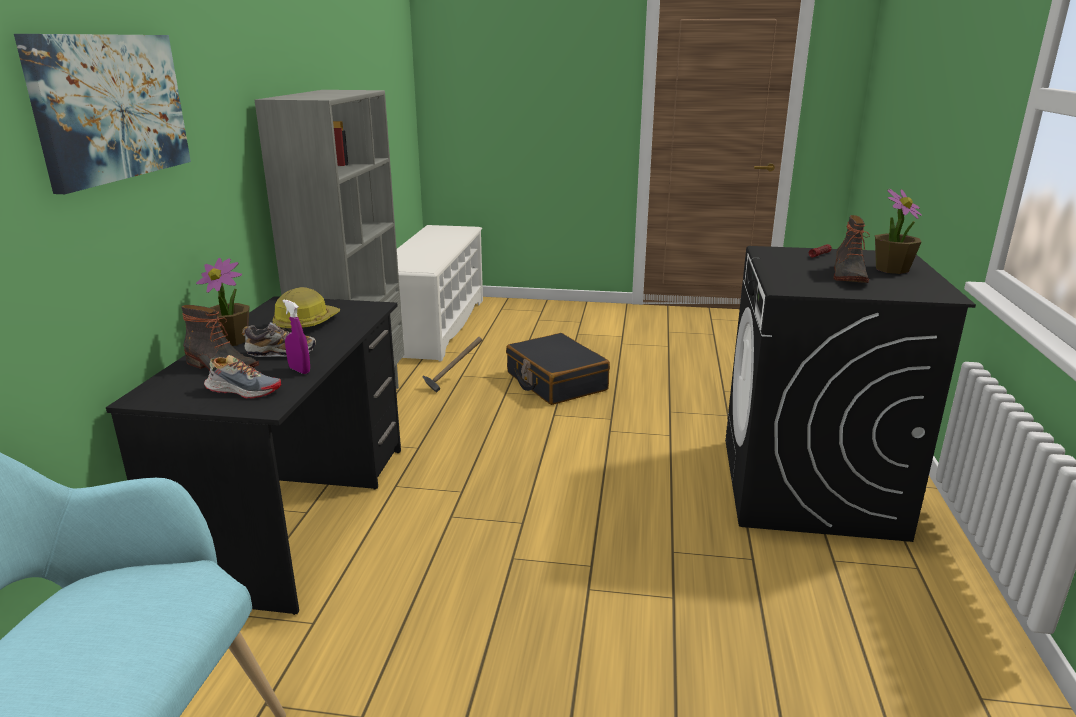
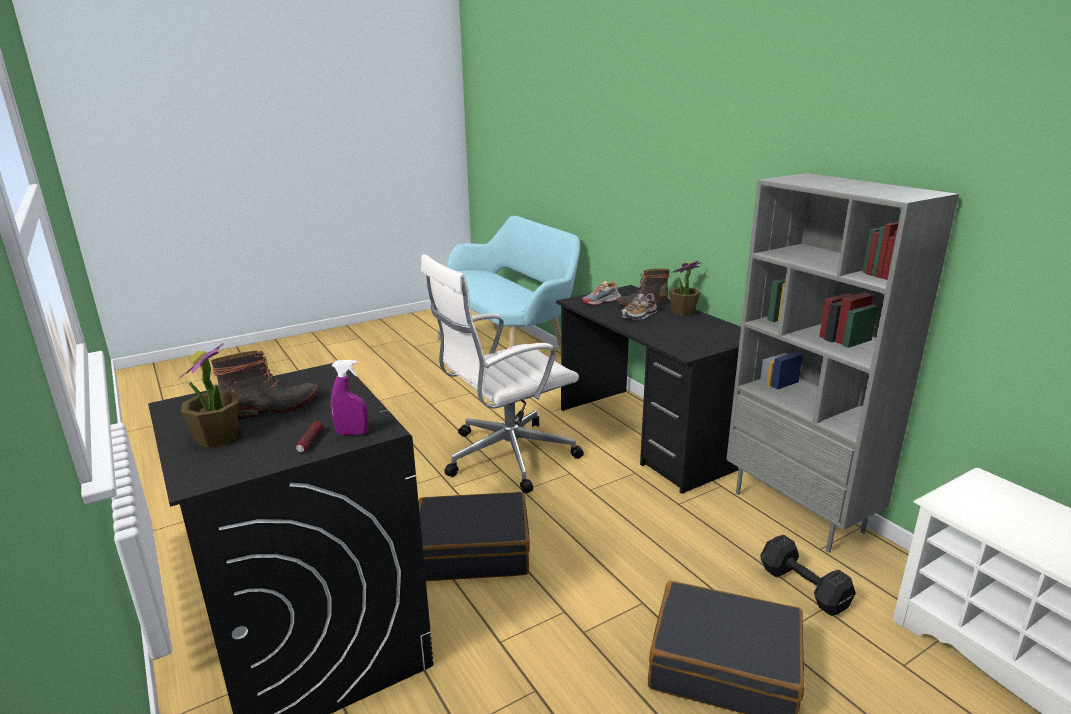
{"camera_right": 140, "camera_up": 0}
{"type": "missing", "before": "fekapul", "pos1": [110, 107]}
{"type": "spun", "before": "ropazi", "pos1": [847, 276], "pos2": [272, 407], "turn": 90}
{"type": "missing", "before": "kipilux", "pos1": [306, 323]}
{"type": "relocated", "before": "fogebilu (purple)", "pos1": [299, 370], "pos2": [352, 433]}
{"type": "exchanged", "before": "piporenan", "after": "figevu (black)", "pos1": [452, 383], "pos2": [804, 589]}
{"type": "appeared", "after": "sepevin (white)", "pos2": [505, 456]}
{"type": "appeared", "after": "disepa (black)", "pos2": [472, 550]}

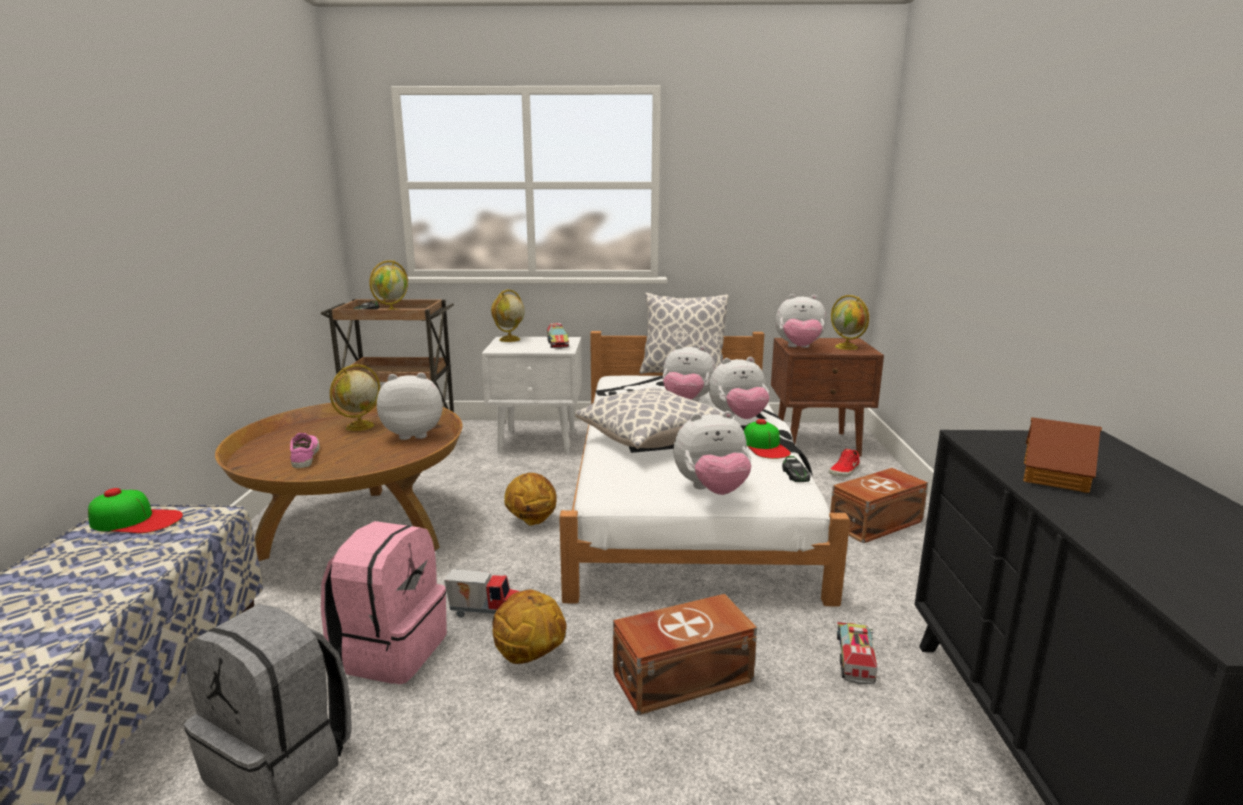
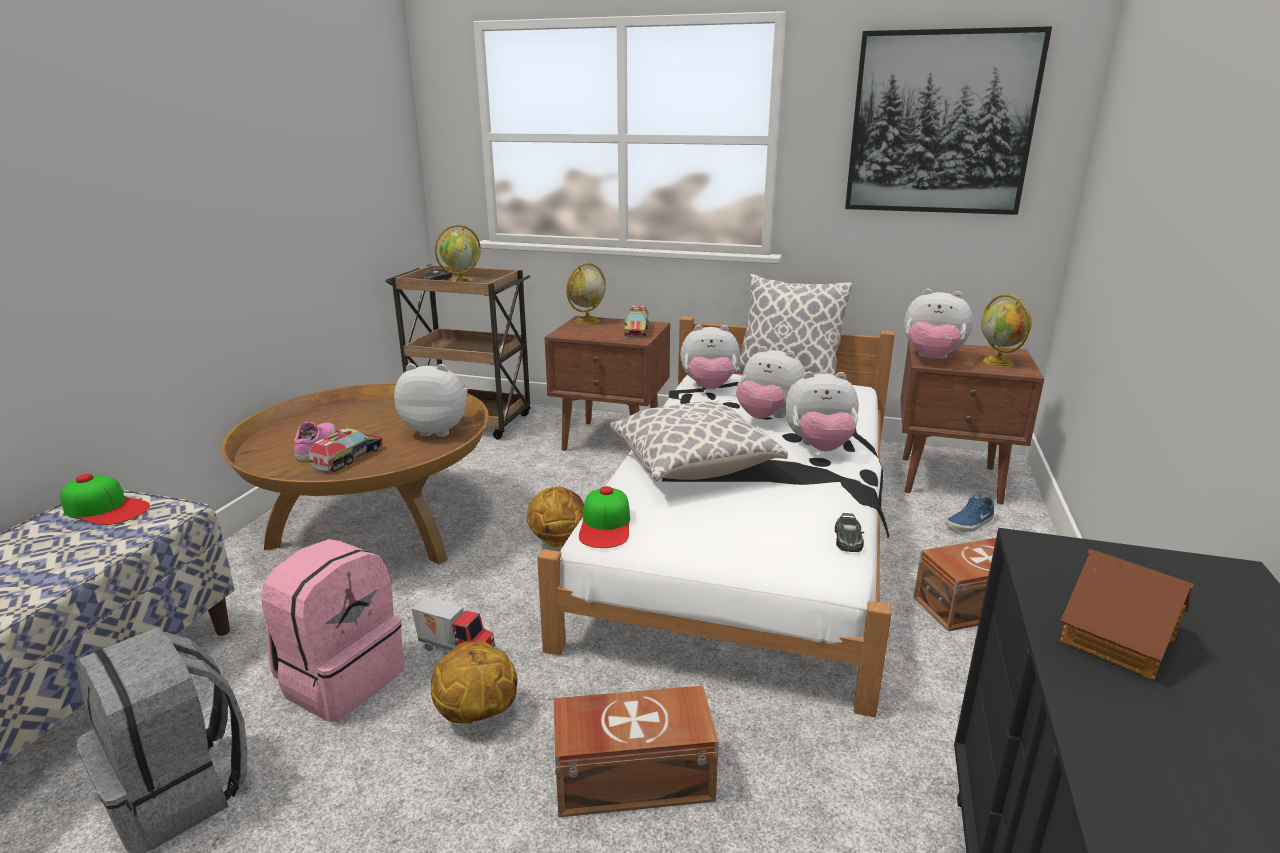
{"camera_right": 15, "camera_up": 5}
{"type": "colour", "before": "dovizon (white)", "after": "dovizon (brown)", "pos1": [538, 442], "pos2": [612, 440]}
{"type": "missing", "before": "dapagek", "pos1": [359, 426]}
{"type": "relocated", "before": "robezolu", "pos1": [712, 490], "pos2": [709, 388]}
{"type": "relocated", "before": "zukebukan", "pos1": [765, 446], "pos2": [605, 525]}
{"type": "colour", "before": "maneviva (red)", "after": "maneviva (blue)", "pos1": [845, 471], "pos2": [970, 523]}
{"type": "relocated", "before": "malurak", "pos1": [854, 658], "pos2": [348, 458]}
{"type": "appeared", "after": "fekapul", "pos2": [940, 124]}

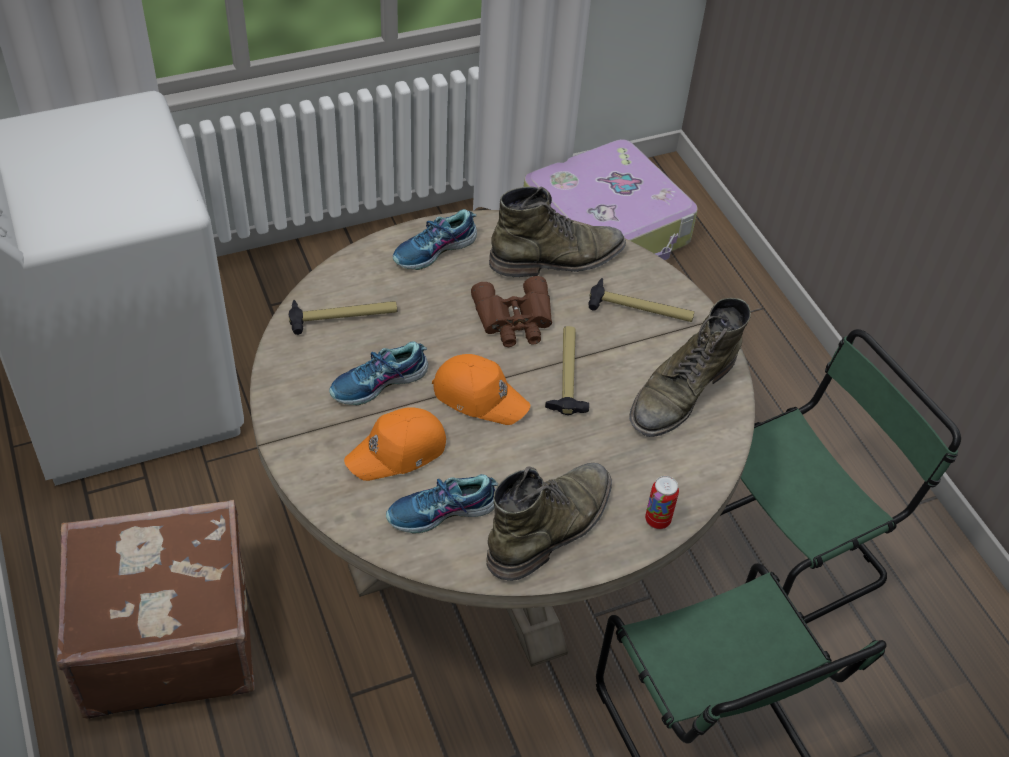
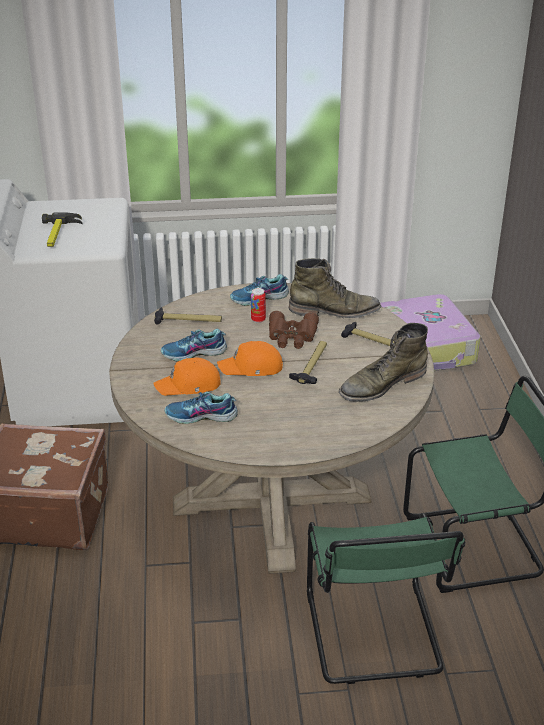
{"camera_right": 20, "camera_up": -15}
{"type": "spun", "before": "zukebukan (orange)", "pos1": [479, 396], "pos2": [252, 368], "turn": 135}
{"type": "missing", "before": "ropazi (green)", "pos1": [551, 526]}
{"type": "relocated", "before": "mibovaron", "pos1": [657, 520], "pos2": [258, 320]}
{"type": "appeared", "after": "piporenan", "pos2": [59, 234]}

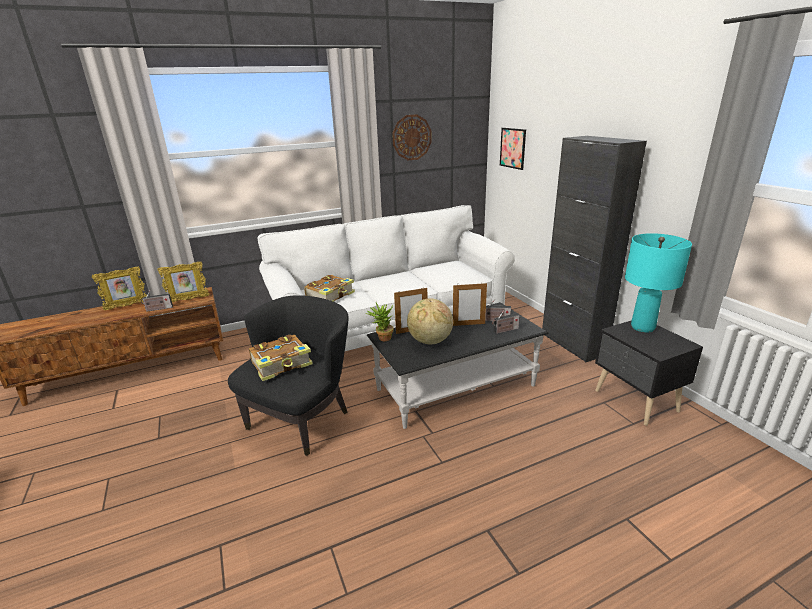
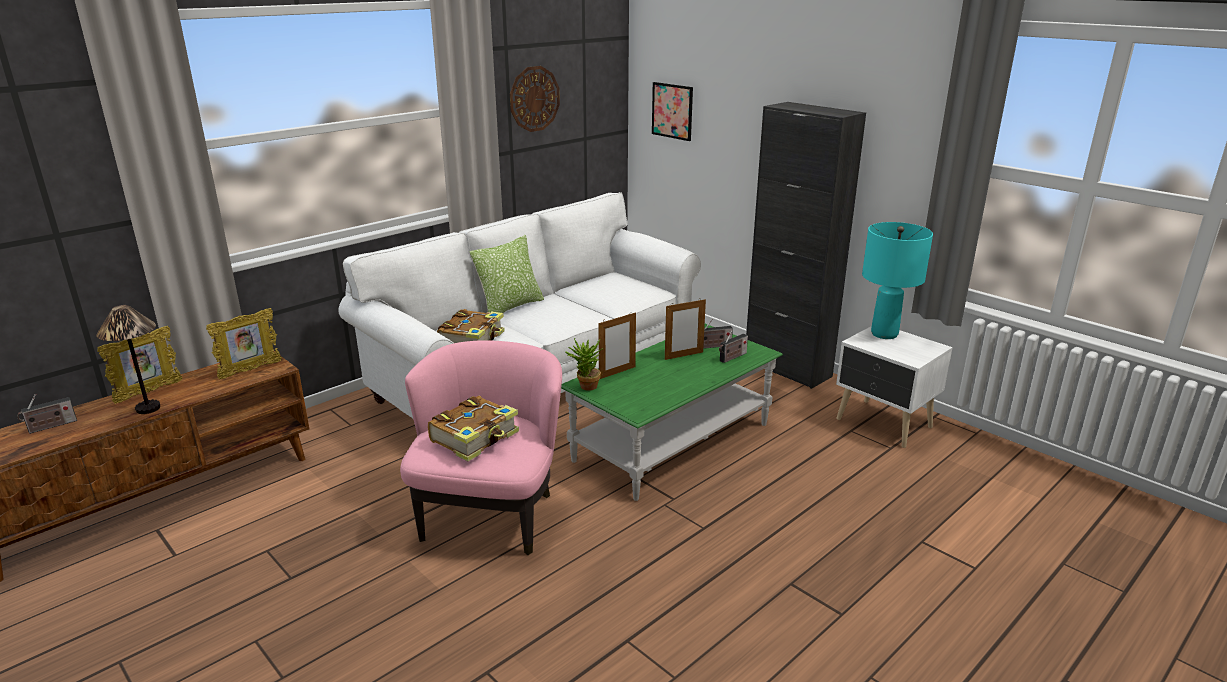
{"camera_right": -20, "camera_up": 0}
{"type": "relocated", "before": "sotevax", "pos1": [158, 309], "pos2": [50, 426]}
{"type": "colour", "before": "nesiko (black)", "after": "nesiko (pink)", "pos1": [302, 419], "pos2": [491, 514]}
{"type": "missing", "before": "dapagek", "pos1": [429, 341]}
{"type": "colour", "before": "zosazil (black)", "after": "zosazil (green)", "pos1": [456, 387], "pos2": [672, 442]}
{"type": "colour", "before": "dovizon (black)", "after": "dovizon (white)", "pos1": [635, 402], "pos2": [884, 424]}
{"type": "appeared", "after": "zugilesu", "pos2": [510, 307]}
{"type": "appeared", "after": "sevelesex", "pos2": [147, 408]}

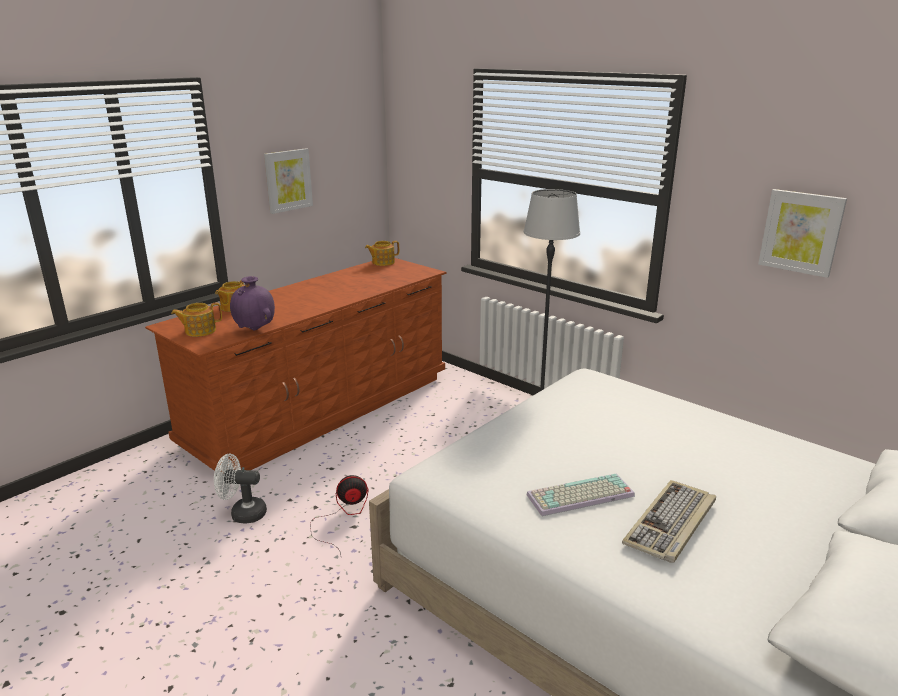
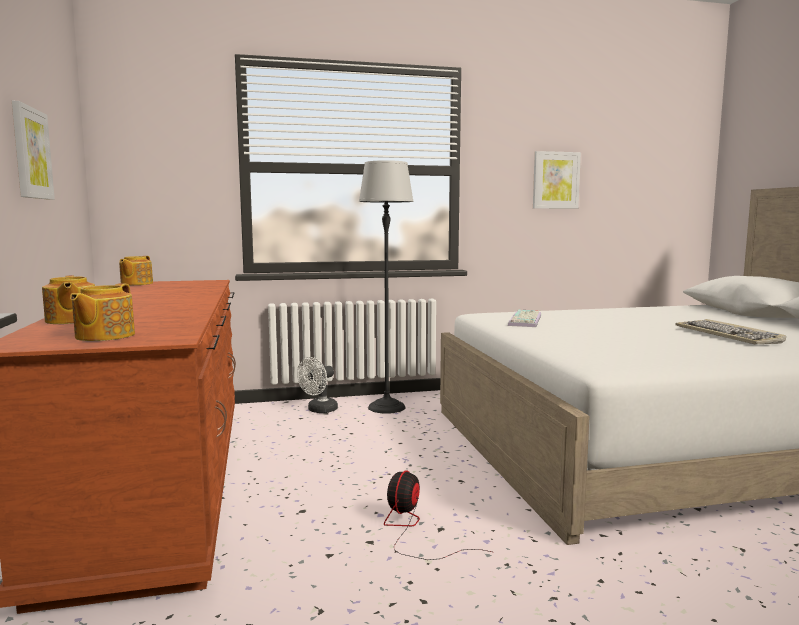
{"camera_right": -55, "camera_up": -15}
{"type": "missing", "before": "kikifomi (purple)", "pos1": [255, 329]}
{"type": "relocated", "before": "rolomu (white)", "pos1": [243, 513], "pos2": [319, 410]}
{"type": "relocated", "before": "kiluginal", "pos1": [580, 497], "pos2": [526, 320]}

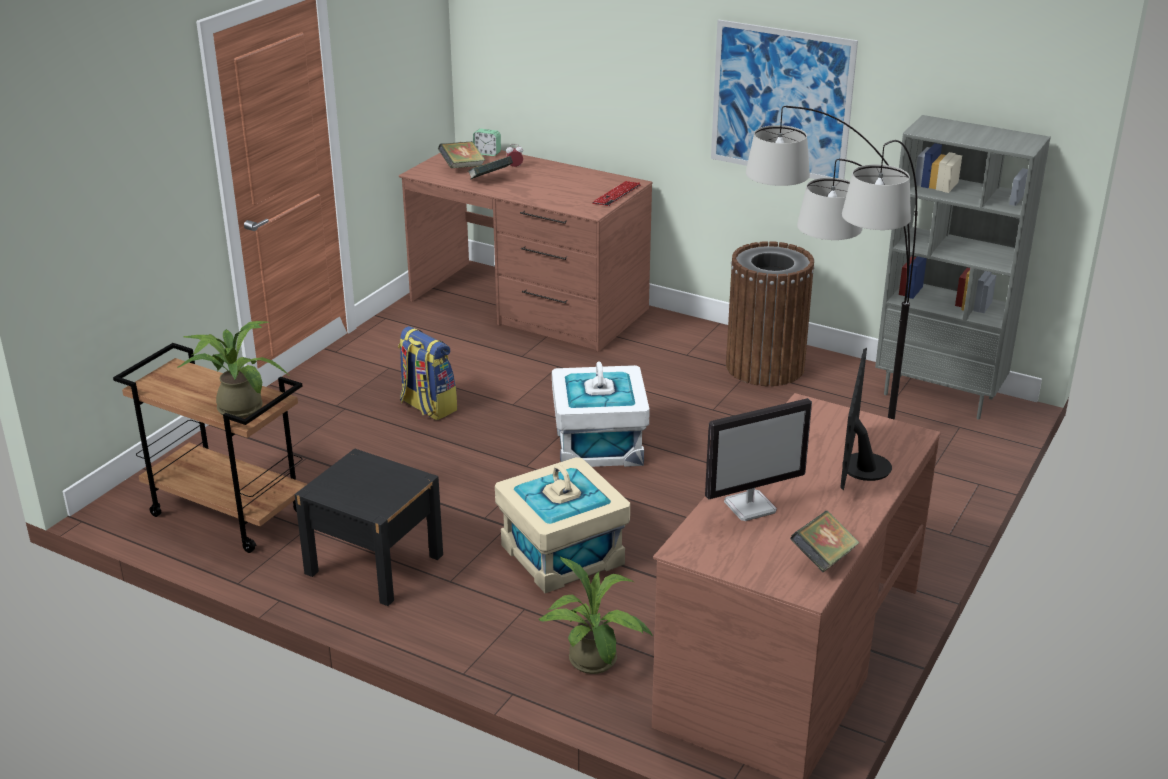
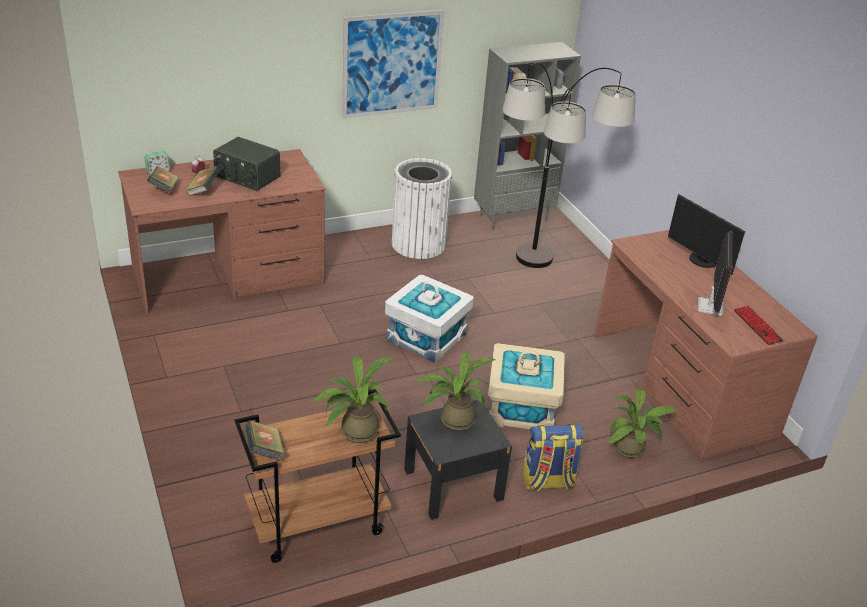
{"camera_right": -55, "camera_up": 5}
{"type": "relocated", "before": "kiluginal", "pos1": [616, 195], "pos2": [757, 326]}
{"type": "colour", "before": "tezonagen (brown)", "after": "tezonagen (white)", "pos1": [765, 367], "pos2": [418, 244]}
{"type": "relocated", "before": "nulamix", "pos1": [427, 407], "pos2": [547, 481]}
{"type": "relocated", "before": "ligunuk", "pos1": [823, 559], "pos2": [265, 451]}
{"type": "appeared", "after": "sotevax", "pos2": [247, 177]}
{"type": "appeared", "after": "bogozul", "pos2": [453, 420]}

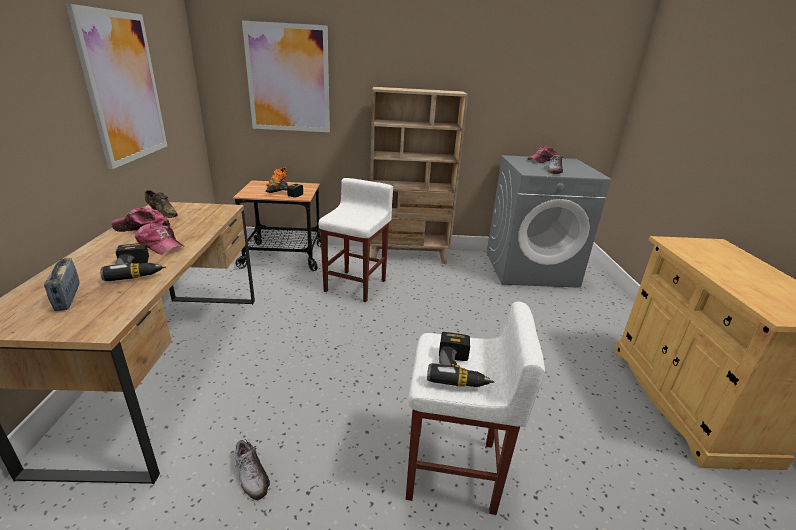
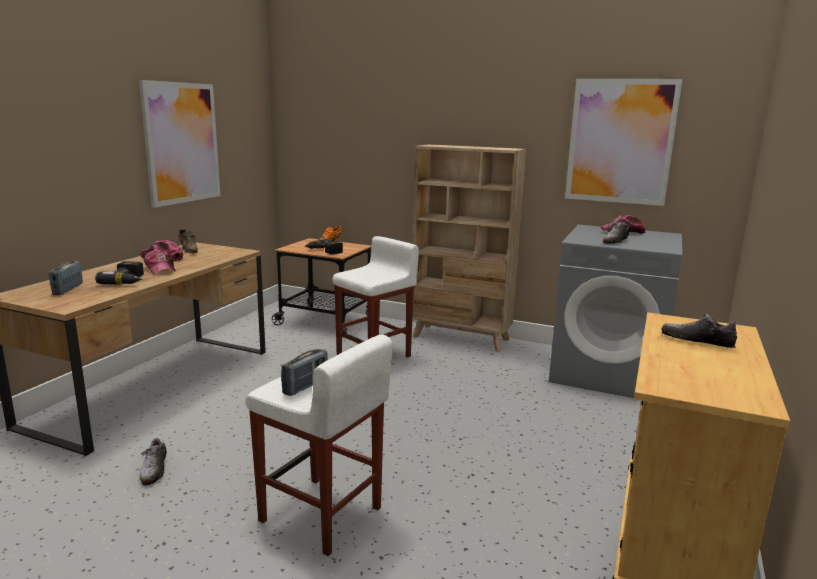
{"camera_right": 25, "camera_up": -10}
{"type": "relocated", "before": "fekapul", "pos1": [288, 79], "pos2": [620, 142]}
{"type": "exchanged", "before": "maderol", "after": "sotevax", "pos1": [460, 369], "pos2": [305, 386]}
{"type": "appeared", "after": "maneviva", "pos2": [697, 341]}

